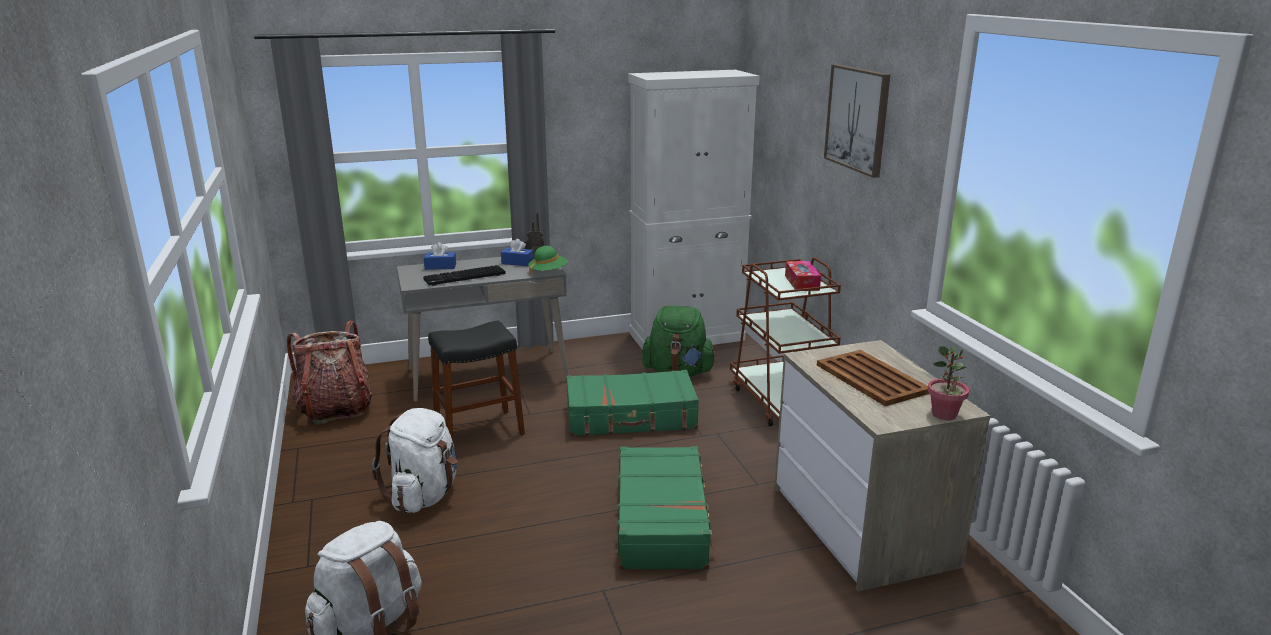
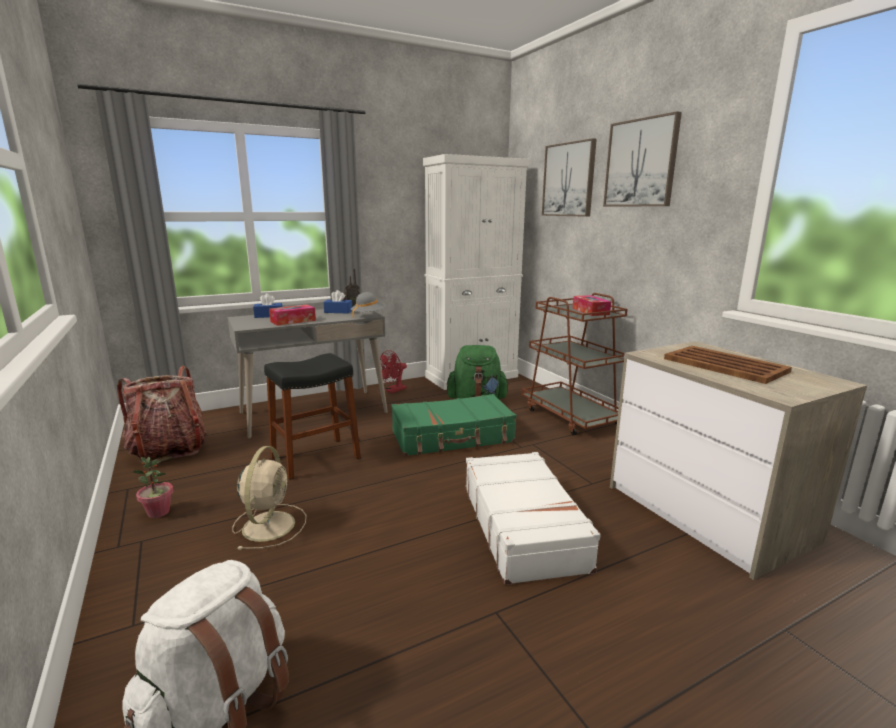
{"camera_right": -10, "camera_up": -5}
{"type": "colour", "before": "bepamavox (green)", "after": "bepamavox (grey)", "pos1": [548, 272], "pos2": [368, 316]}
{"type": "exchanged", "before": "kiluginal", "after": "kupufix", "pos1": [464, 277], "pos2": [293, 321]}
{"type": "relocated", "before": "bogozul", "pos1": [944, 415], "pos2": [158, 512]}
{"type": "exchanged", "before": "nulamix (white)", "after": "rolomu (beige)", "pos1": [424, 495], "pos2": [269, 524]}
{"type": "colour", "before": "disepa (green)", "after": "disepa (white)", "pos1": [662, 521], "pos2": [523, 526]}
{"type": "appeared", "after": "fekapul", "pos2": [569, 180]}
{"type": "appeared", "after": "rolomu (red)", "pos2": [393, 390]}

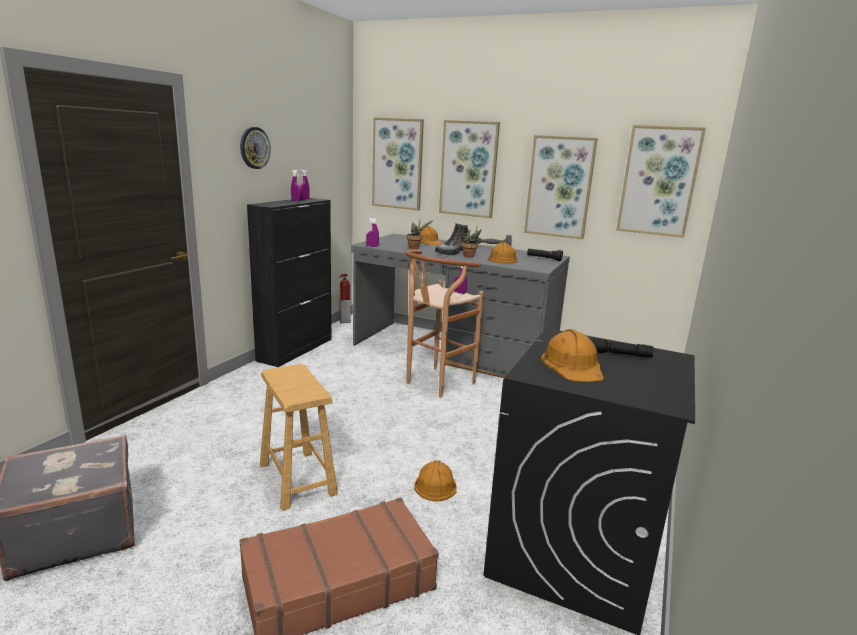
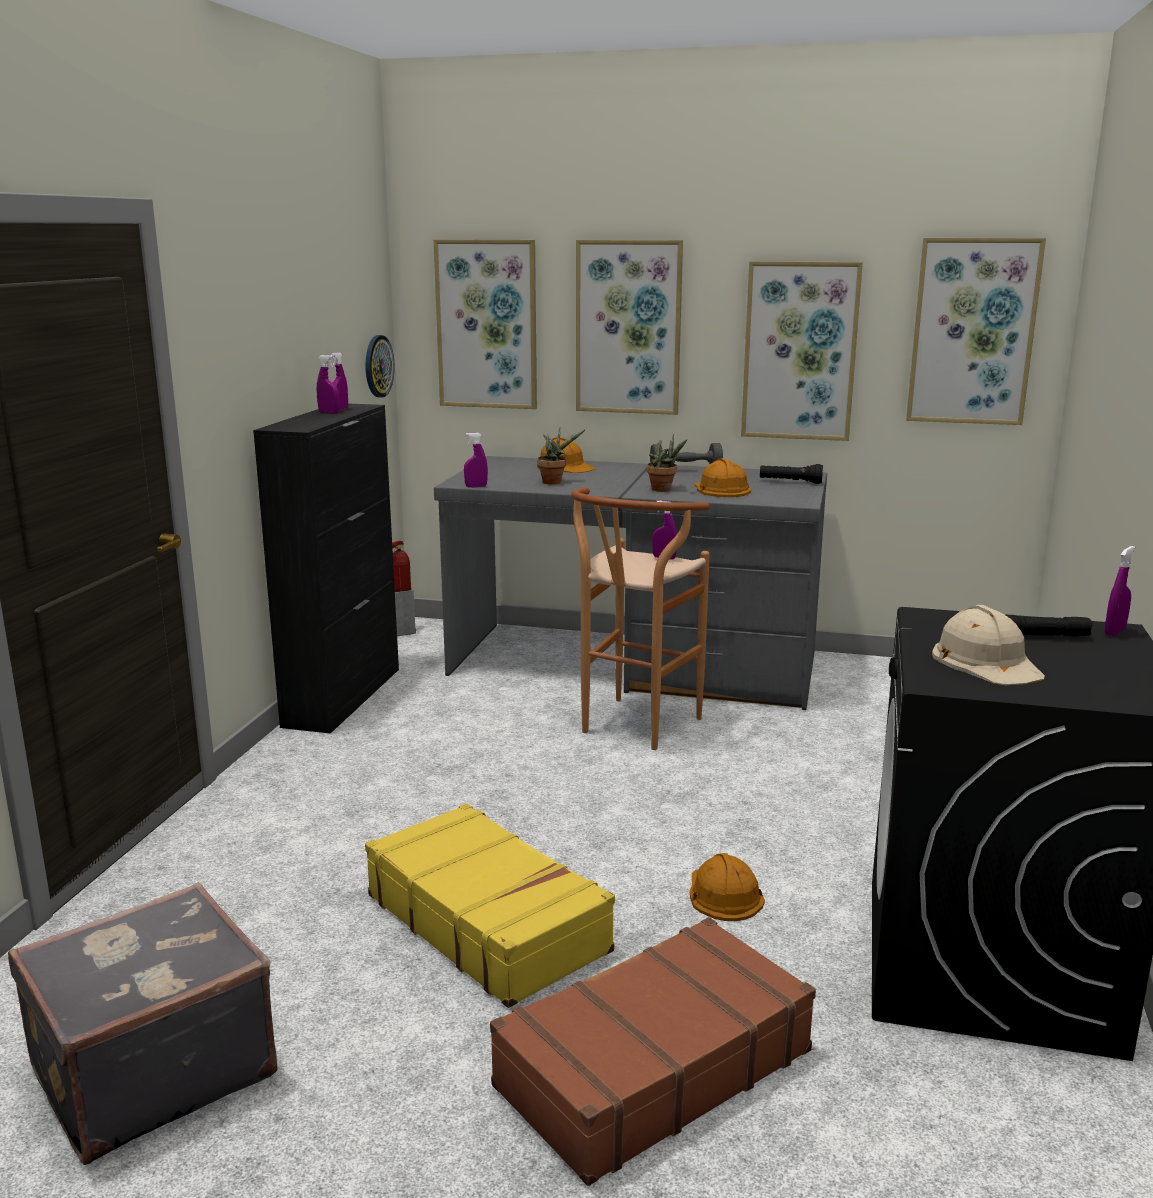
{"camera_right": -10, "camera_up": 0}
{"type": "relocated", "before": "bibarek", "pos1": [254, 148], "pos2": [378, 366]}
{"type": "missing", "before": "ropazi", "pos1": [453, 253]}
{"type": "colour", "before": "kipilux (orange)", "after": "kipilux (beige)", "pos1": [572, 365], "pos2": [986, 661]}
{"type": "exchanged", "before": "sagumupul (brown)", "after": "disepa (yellow)", "pos1": [297, 479], "pos2": [487, 922]}
{"type": "appeared", "after": "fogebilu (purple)", "pos2": [1114, 632]}

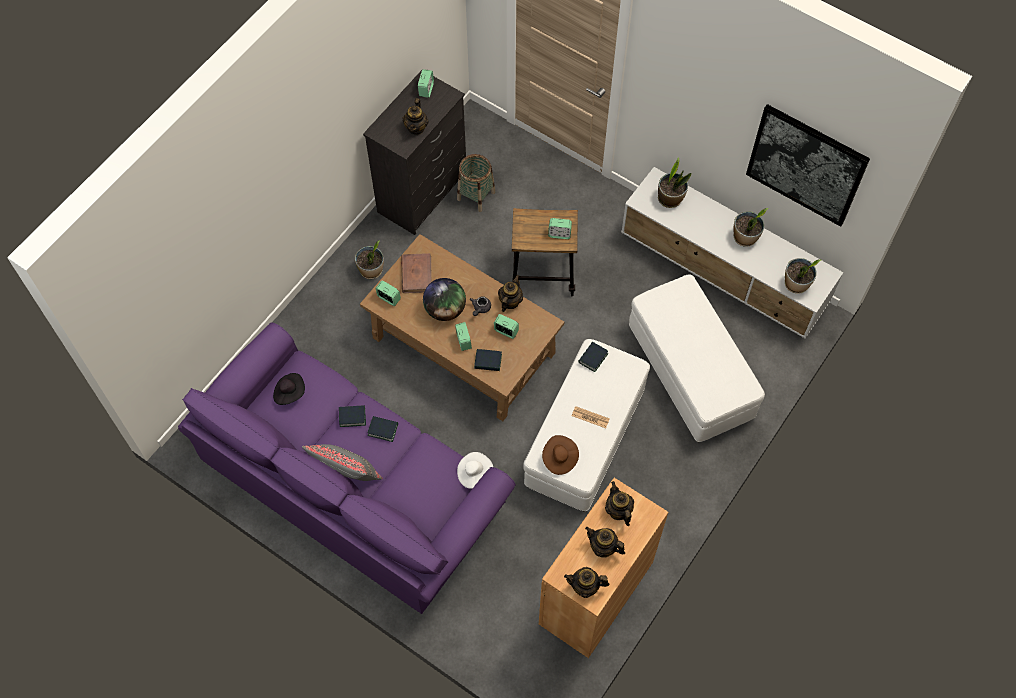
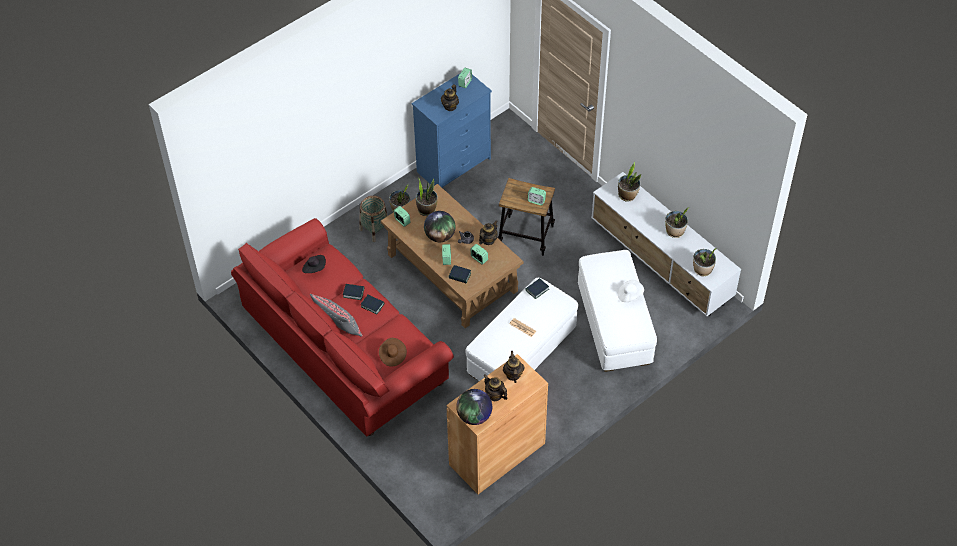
{"camera_right": 15, "camera_up": -10}
{"type": "colour", "before": "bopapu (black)", "after": "bopapu (blue)", "pos1": [423, 193], "pos2": [454, 165]}
{"type": "missing", "before": "fekapul", "pos1": [806, 165]}
{"type": "relocated", "before": "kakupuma", "pos1": [476, 196], "pos2": [375, 230]}
{"type": "exchanged", "before": "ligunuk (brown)", "after": "bogozul", "pos1": [416, 274], "pos2": [426, 209]}
{"type": "colour", "before": "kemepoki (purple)", "after": "kemepoki (red)", "pos1": [354, 485], "pos2": [345, 347]}
{"type": "relocated", "before": "bepamavox (brown)", "pos1": [559, 458], "pos2": [392, 356]}
{"type": "relocated", "before": "bepamavox (white)", "pos1": [474, 473], "pos2": [629, 295]}
{"type": "exchanged", "before": "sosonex", "after": "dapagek", "pos1": [585, 587], "pos2": [474, 416]}

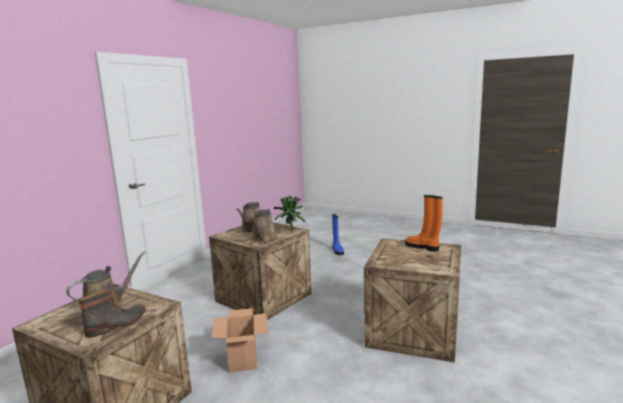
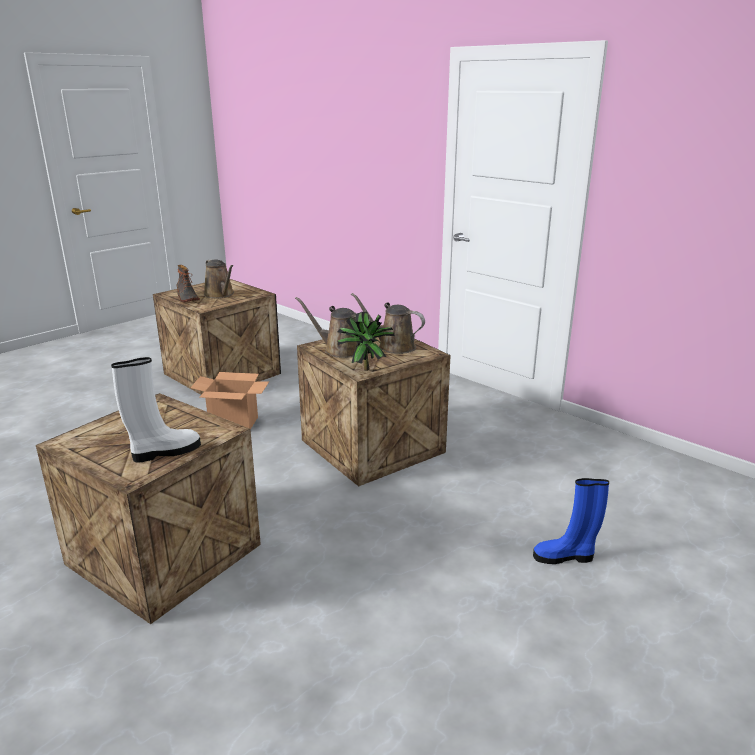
{"camera_right": 105, "camera_up": 10}
{"type": "colour", "before": "ropazi (orange)", "after": "ropazi (white)", "pos1": [423, 247], "pos2": [164, 452]}

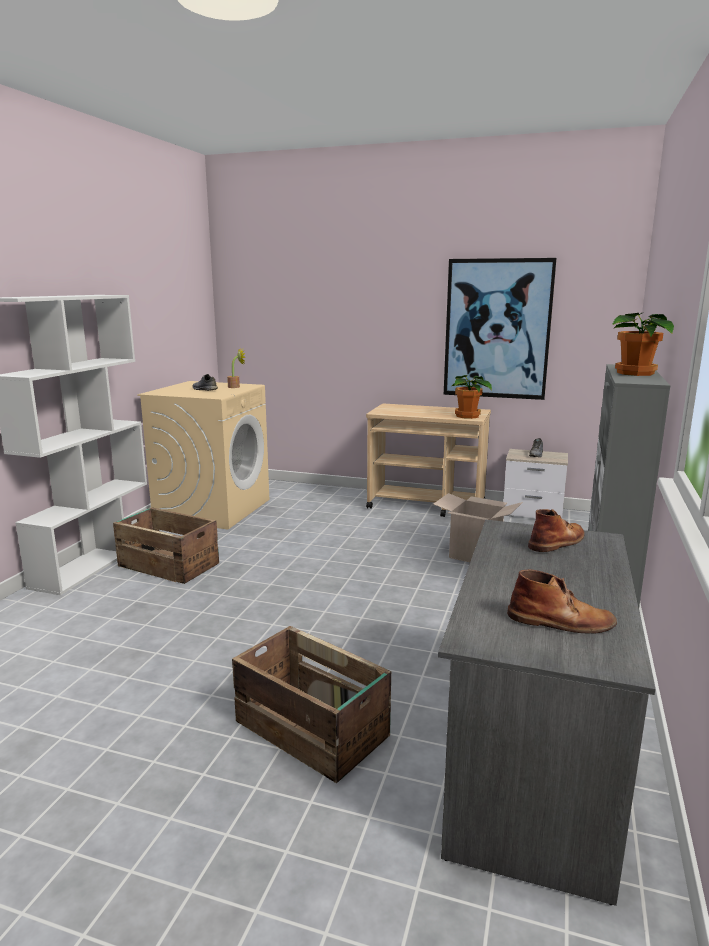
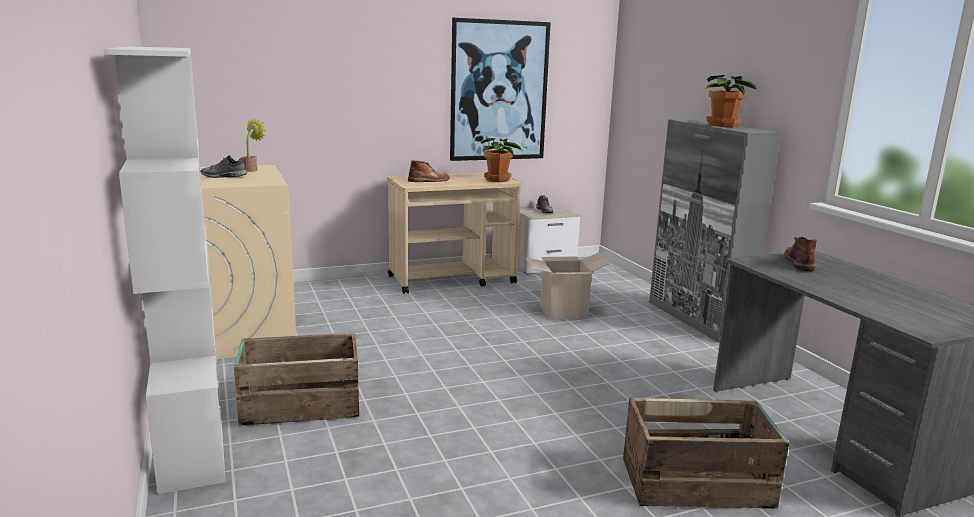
{"camera_right": -40, "camera_up": 0}
{"type": "relocated", "before": "ropazi (brown)", "pos1": [561, 622], "pos2": [429, 180]}

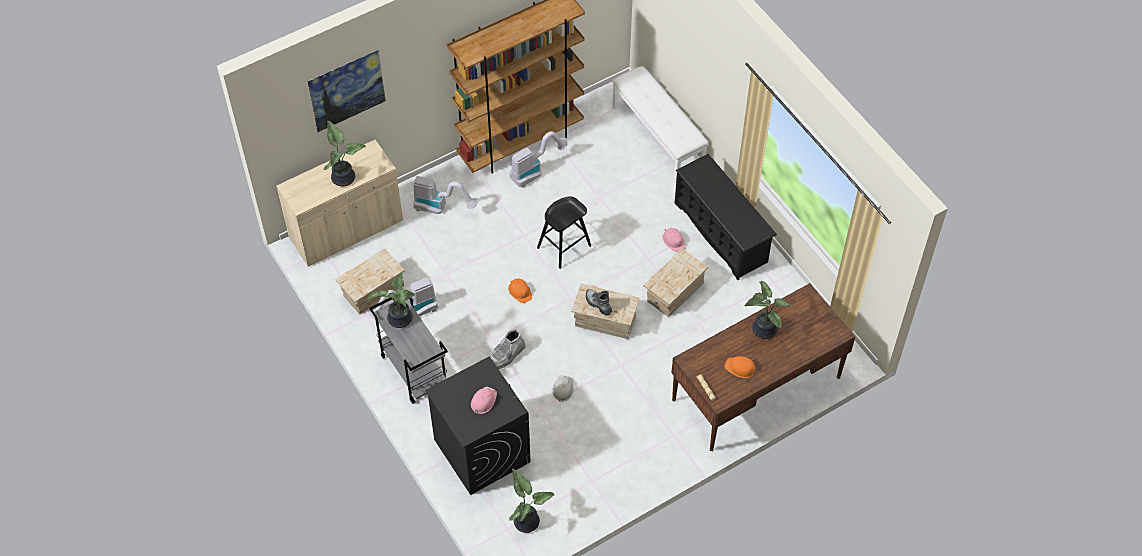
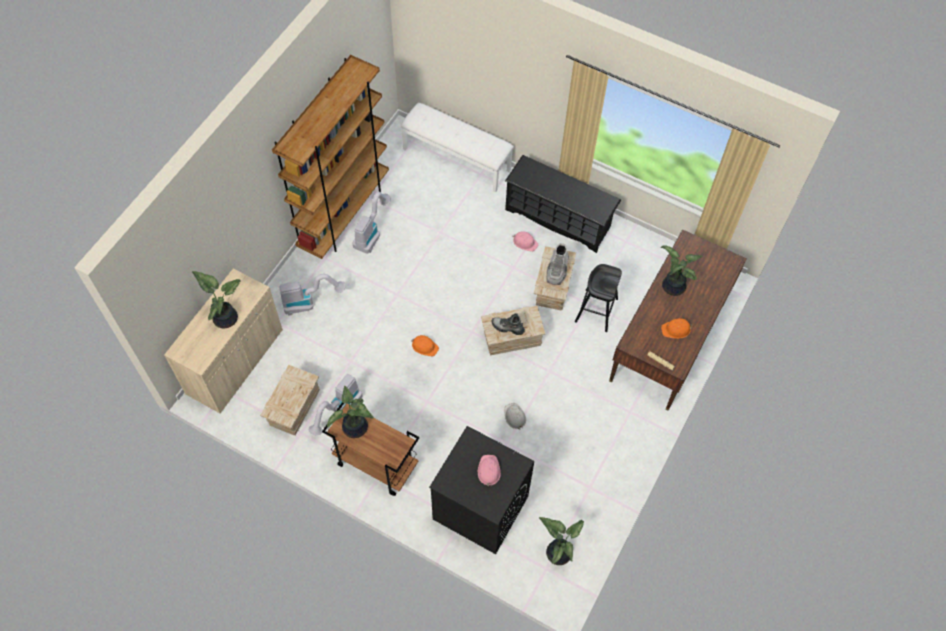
{"camera_right": -30, "camera_up": 5}
{"type": "missing", "before": "fekapul", "pos1": [349, 104]}
{"type": "relocated", "before": "sagumupul (black)", "pos1": [564, 247], "pos2": [596, 310]}
{"type": "colour", "before": "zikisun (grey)", "after": "zikisun (brown)", "pos1": [413, 370], "pos2": [375, 464]}
{"type": "relocated", "before": "ropazi (grey)", "pos1": [506, 355], "pos2": [557, 270]}

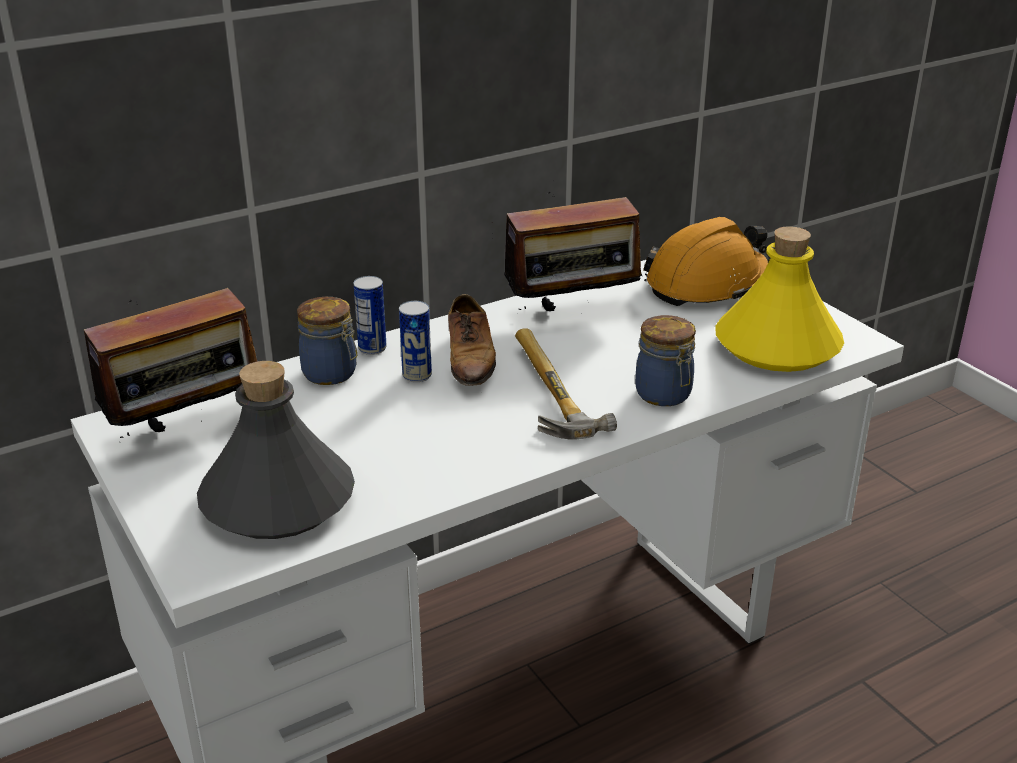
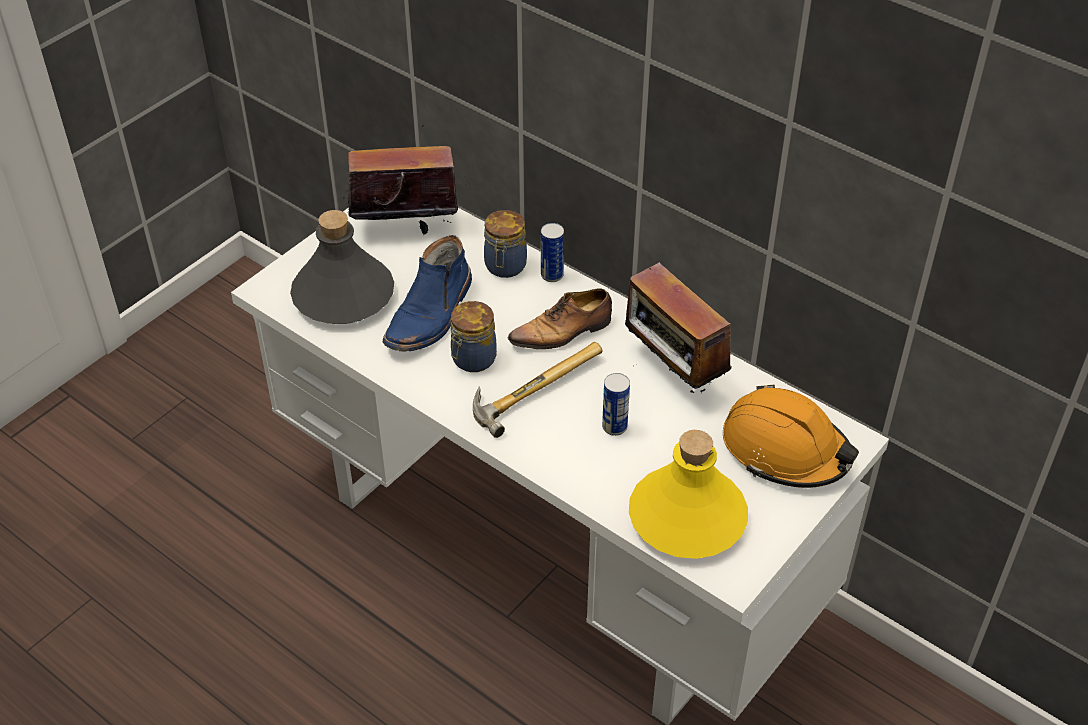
{"camera_right": 70, "camera_up": 15}
{"type": "spun", "before": "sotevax", "pos1": [188, 430], "pos2": [404, 228], "turn": 135}
{"type": "relocated", "before": "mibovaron", "pos1": [417, 375], "pos2": [614, 427]}
{"type": "relocated", "before": "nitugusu", "pos1": [664, 395], "pos2": [472, 360]}
{"type": "appeared", "after": "ropazi (blue)", "pos2": [431, 315]}

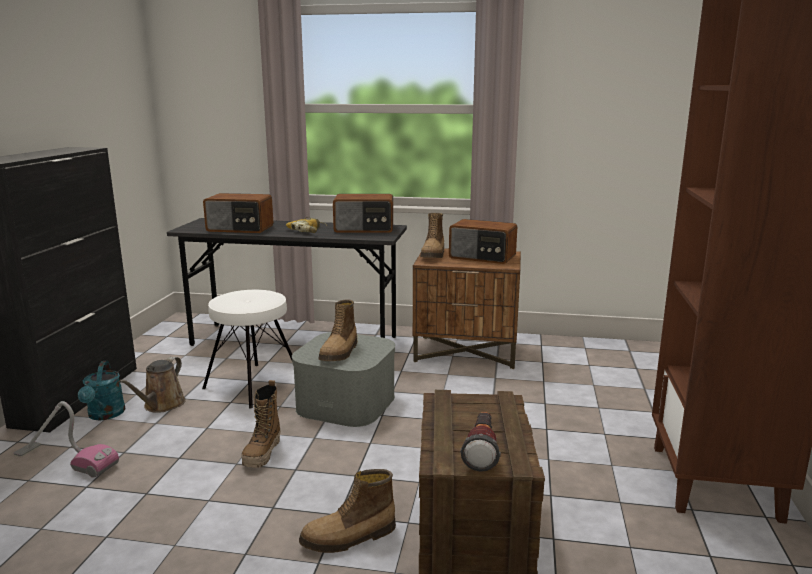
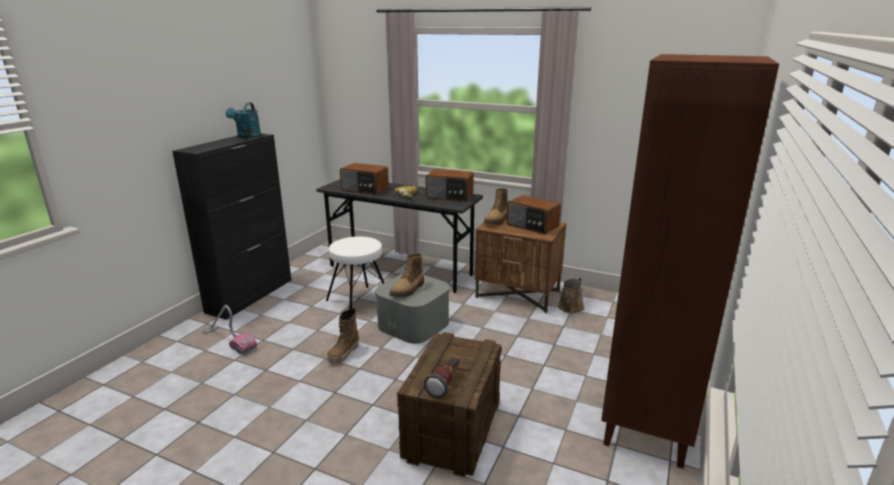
{"camera_right": 15, "camera_up": 5}
{"type": "relocated", "before": "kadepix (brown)", "pos1": [162, 405], "pos2": [569, 308]}
{"type": "relocated", "before": "kadepix (turquoise)", "pos1": [105, 415], "pos2": [247, 137]}
{"type": "missing", "before": "ropazi", "pos1": [349, 538]}

